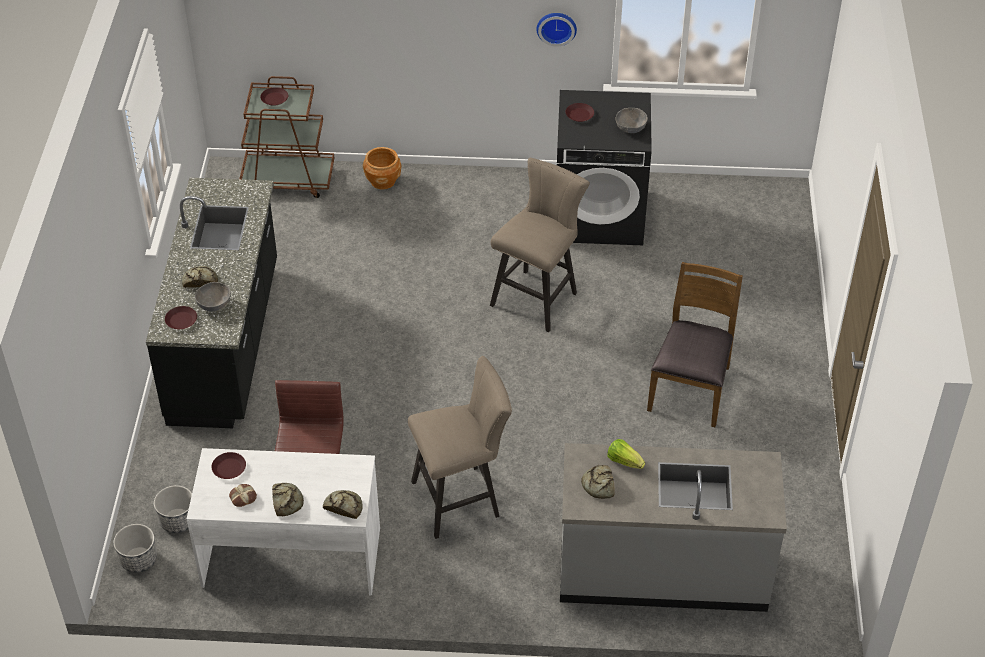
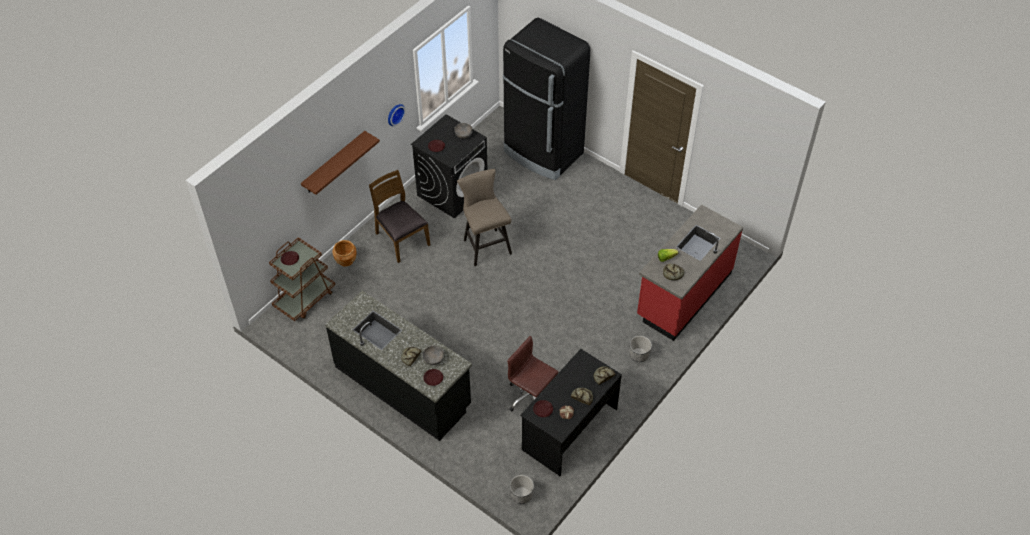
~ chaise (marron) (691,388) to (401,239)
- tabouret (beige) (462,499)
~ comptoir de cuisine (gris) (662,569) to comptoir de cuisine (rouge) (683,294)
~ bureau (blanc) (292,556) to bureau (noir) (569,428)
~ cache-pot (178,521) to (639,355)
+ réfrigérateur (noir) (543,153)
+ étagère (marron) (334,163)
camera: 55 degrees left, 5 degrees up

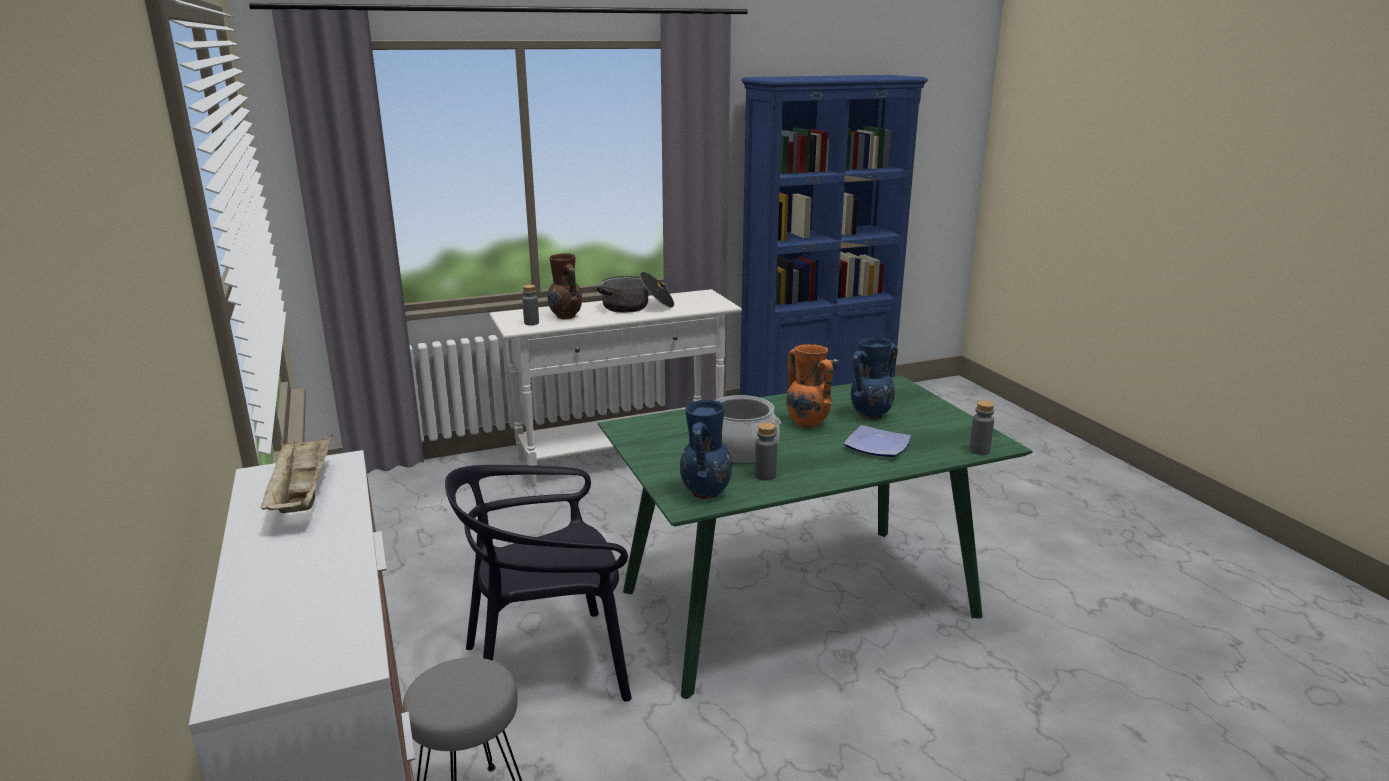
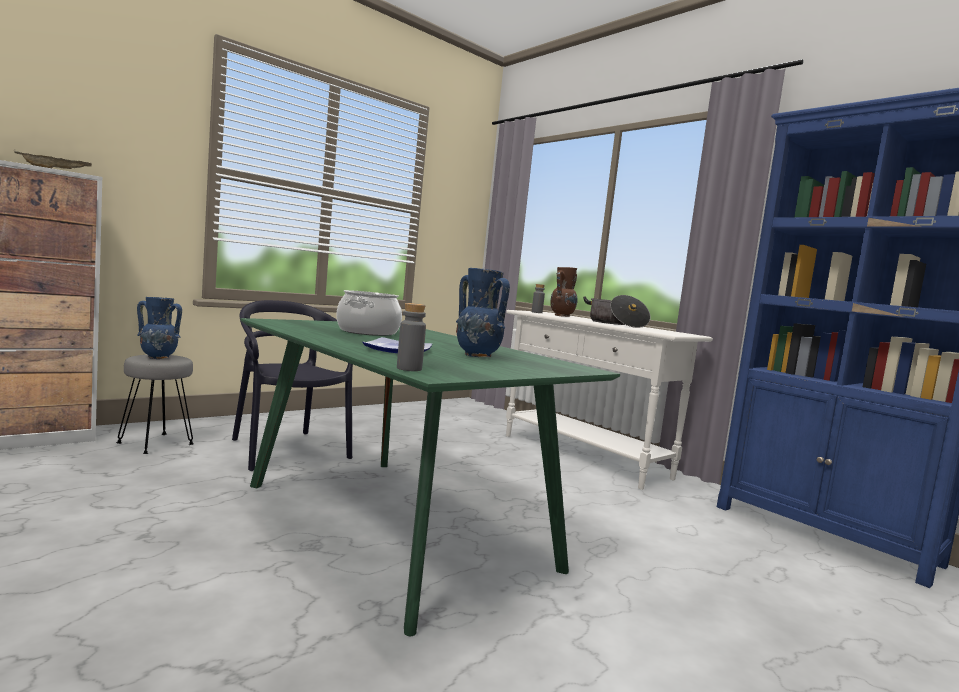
- vase (orange) (807,423)
~ vase (bleu) (705,493) to (158,358)
- bouteille (gris) (765,475)
camera: 70 degrees right, 15 degrees down

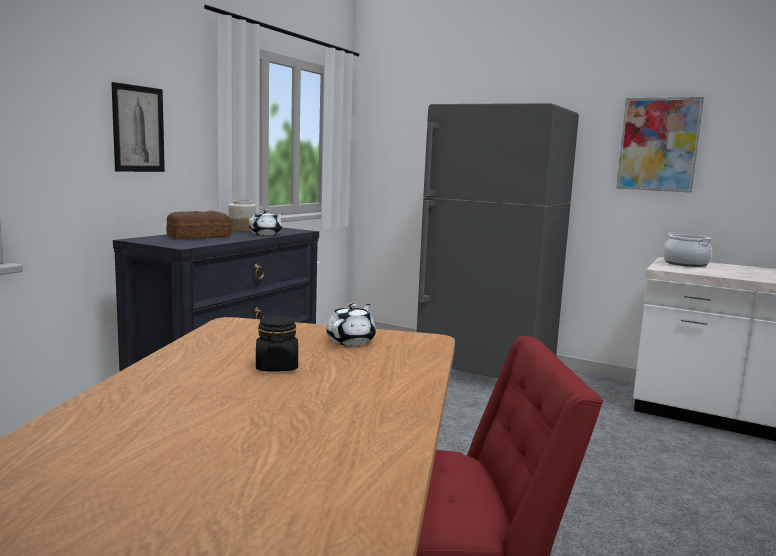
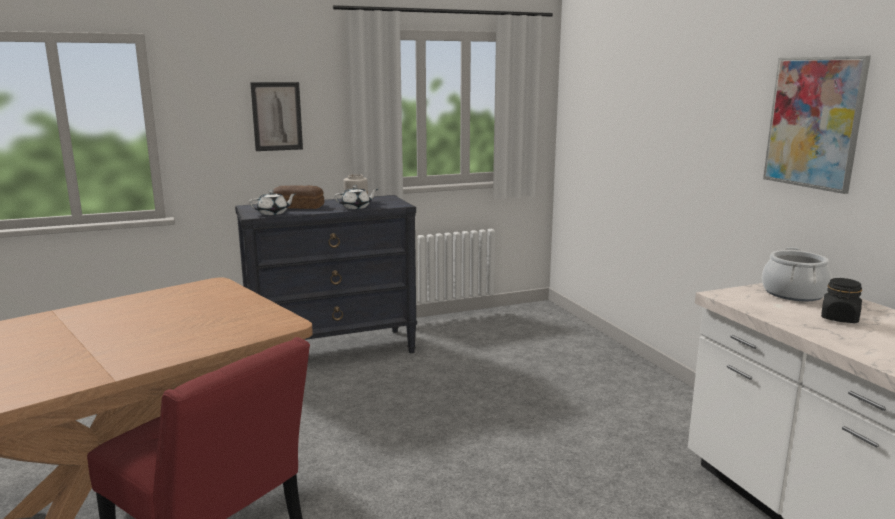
- réfrigérateur (gris) (486,370)
~ théière (blanc) (351,341) to (273,213)
~ bocal (noir) (277,367) to (839,318)
camera: 40 degrees right, 5 degrees up

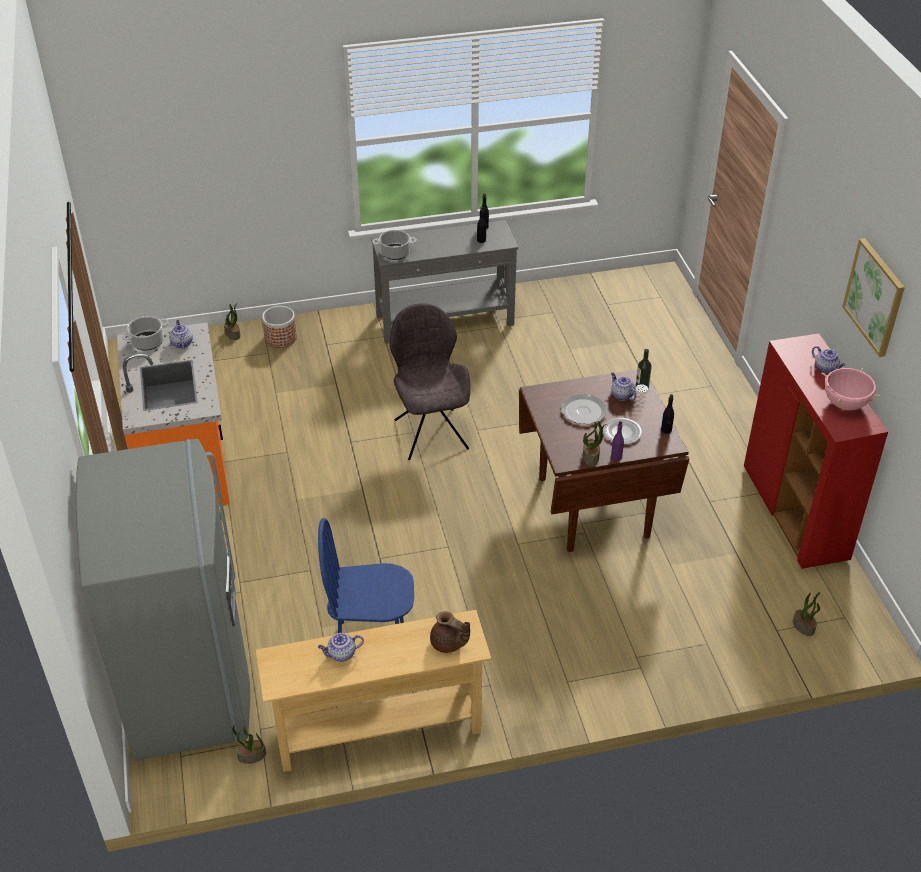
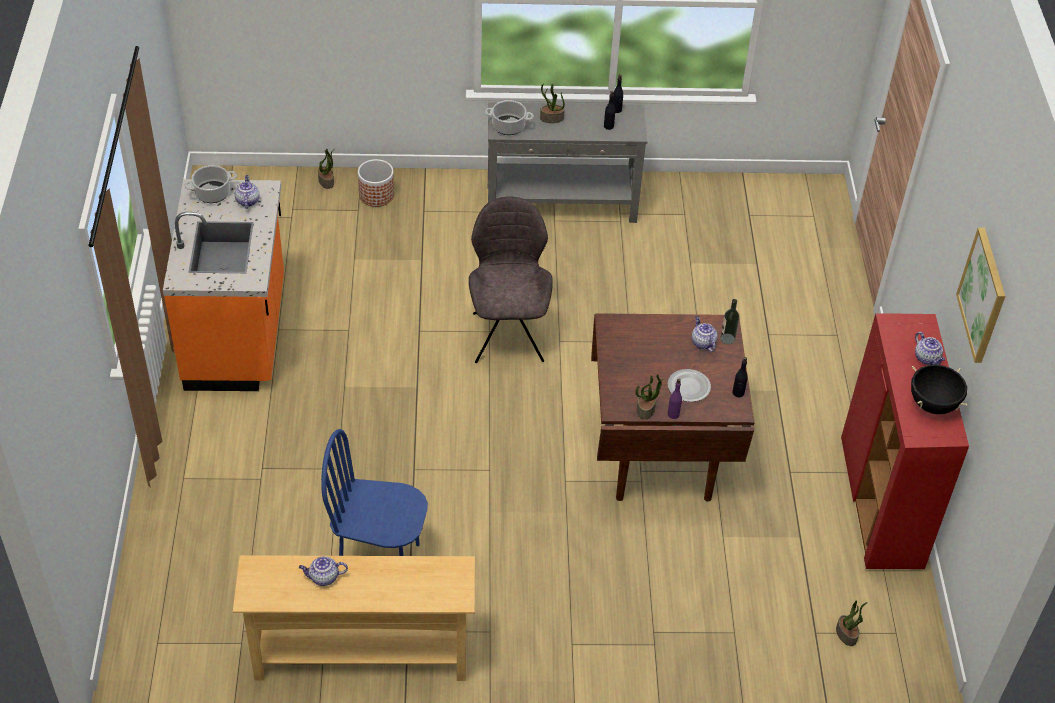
~ marmite (rose) (845,404) to marmite (noir) (932,404)
- assiette (583,411)
- réfrigérateur (gris) (189,685)
- théière (marron) (448,644)
~ plante en pot (251,756) to (551,118)
camera: 10 degrees right, 5 degrees up

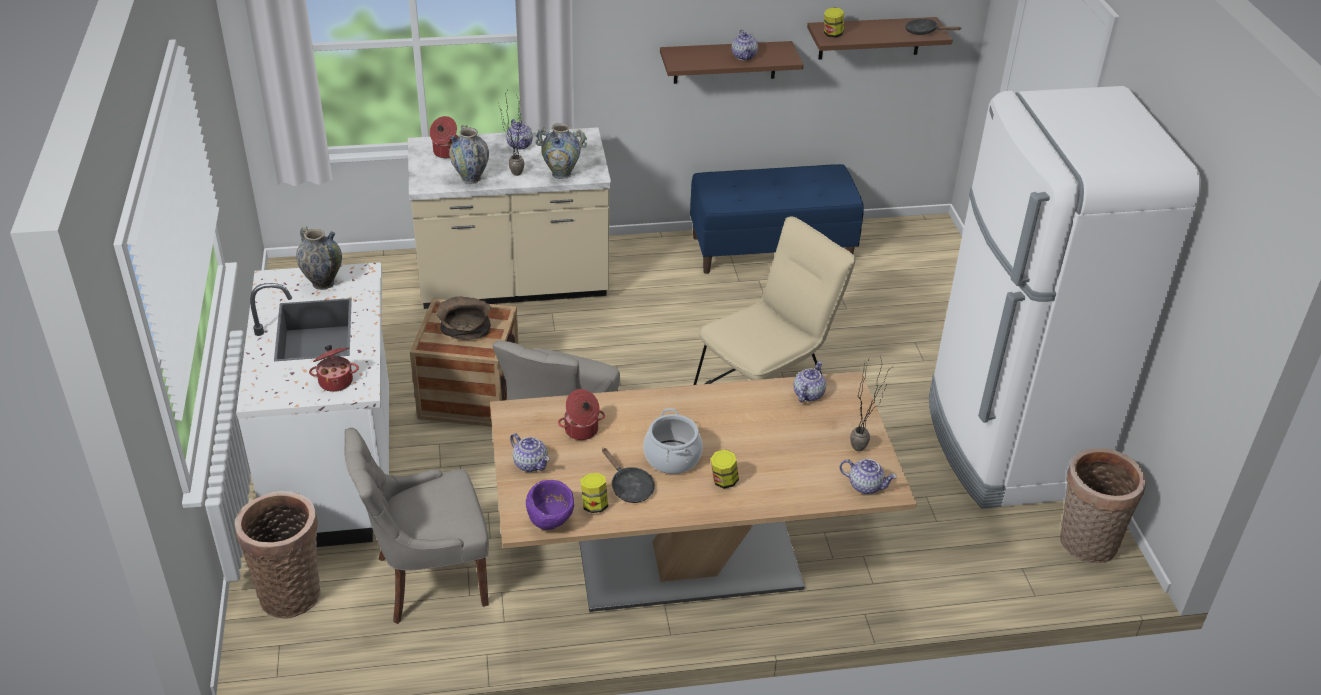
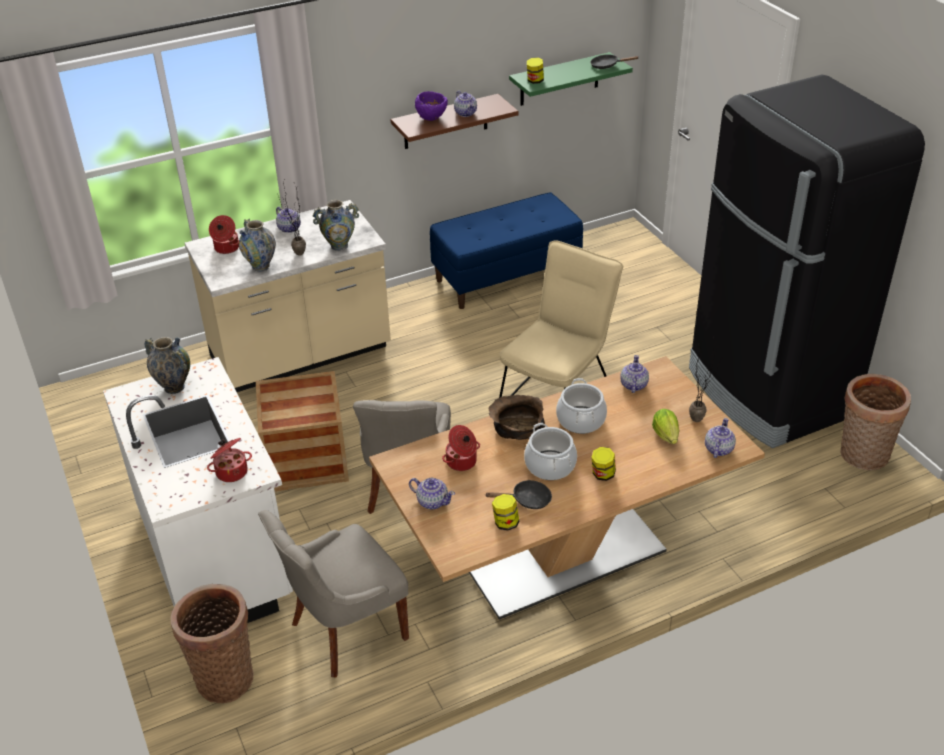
~ étagère (marron) (870,38) to étagère (vert) (559,79)
~ réfrigérateur (blanc) (1008,446) to réfrigérateur (noir) (768,393)
~ bol (marron) (463,329) to (516,428)
~ poêle (noir) (629,487) = (527,500) 45 degrees counterclockwise
~ théière (865,485) = (718,449) 75 degrees counterclockwise
~ bol (violet) (551,520) to (432,118)
+ marmite (581,420)
+ laitue (666,437)
camera: 15 degrees left, 0 degrees up

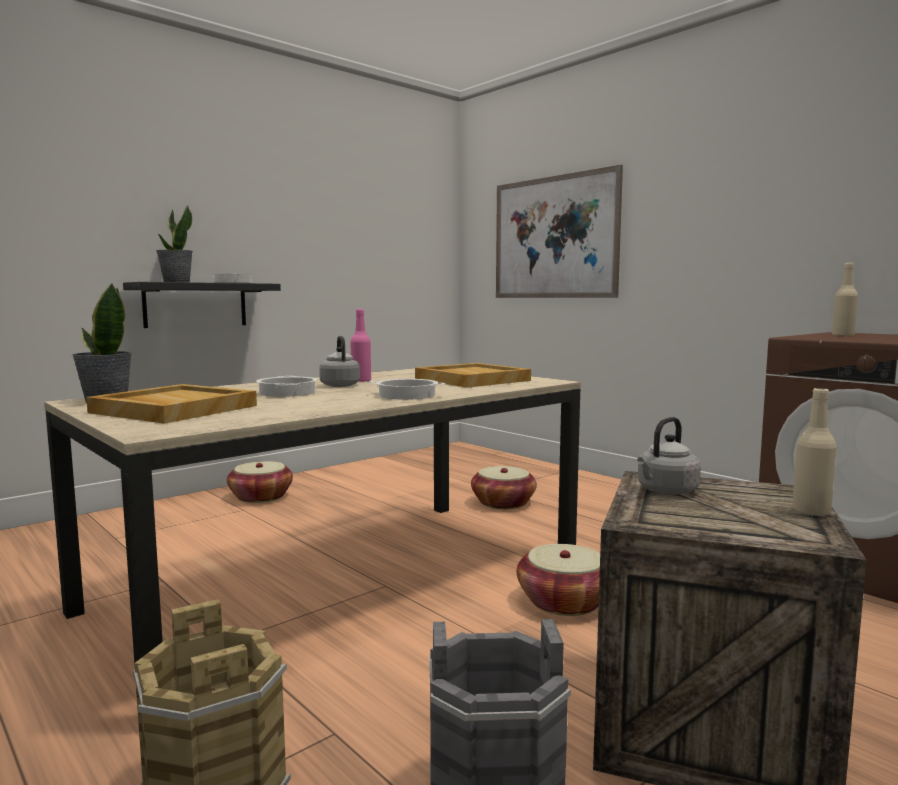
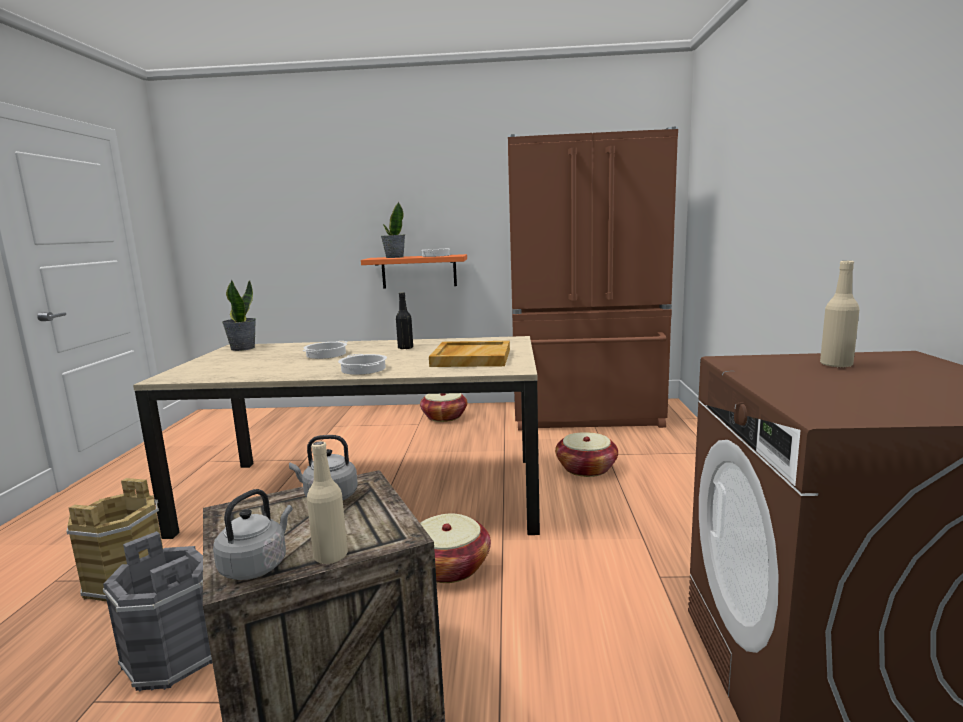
- tableau (554,237)
~ étagère (noir) (195,305) to étagère (orange) (419,271)
~ bouteille (rose) (361,381) to bouteille (noir) (405,348)
~ bouilloire (gris) (339,385) to (256,565)
- plateau (beige) (173,409)
+ réfrigérateur (marron) (586,416)
camera: 45 degrees right, 5 degrees up

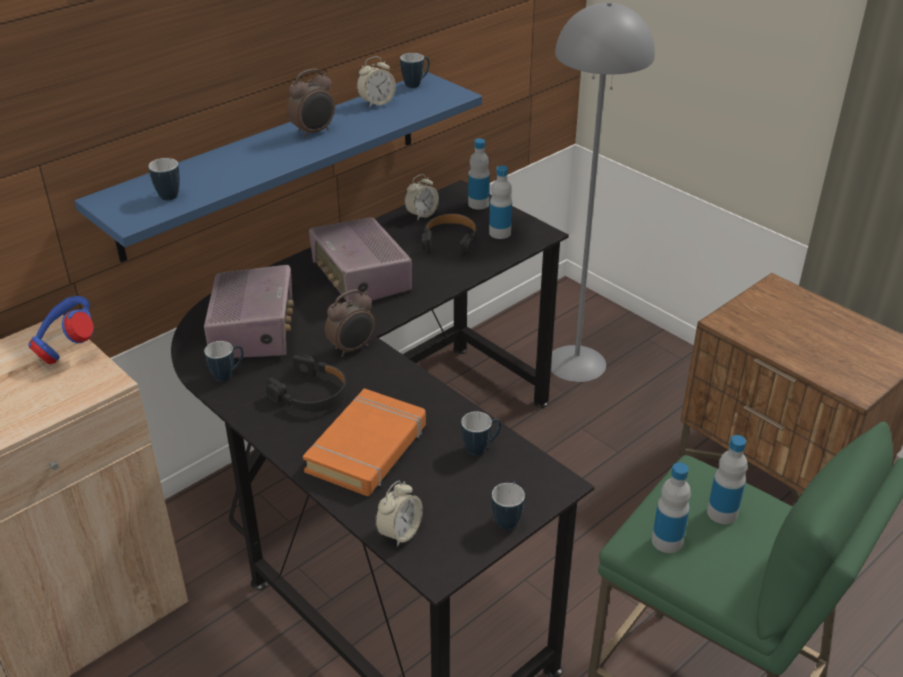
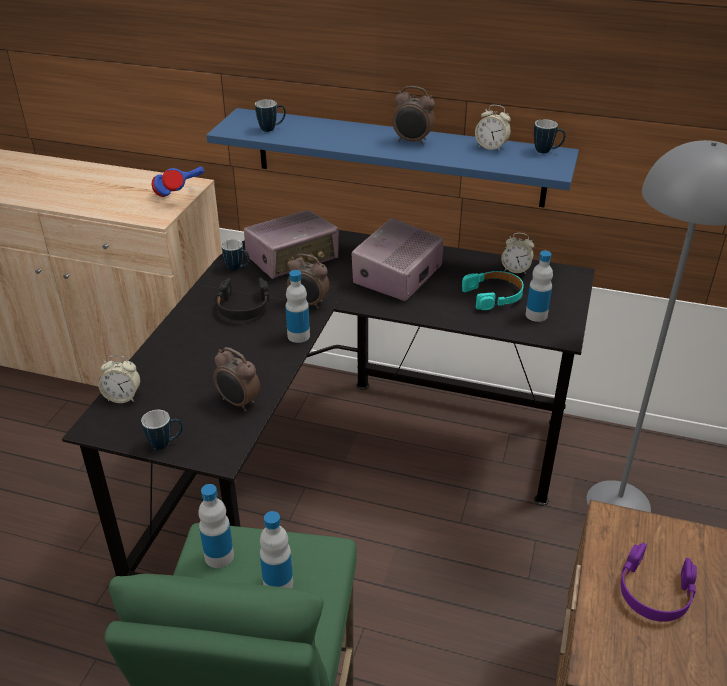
~ bouteille (478,204) to (298,336)
~ casque audio (noir) (450,241) to casque audio (turquoise) (494,295)
- livre (orange) (367,449)
~ mug (481,448) to réveil (238,403)
+ casque audio (violet) (654,592)
camera: 60 degrees right, 0 degrees up

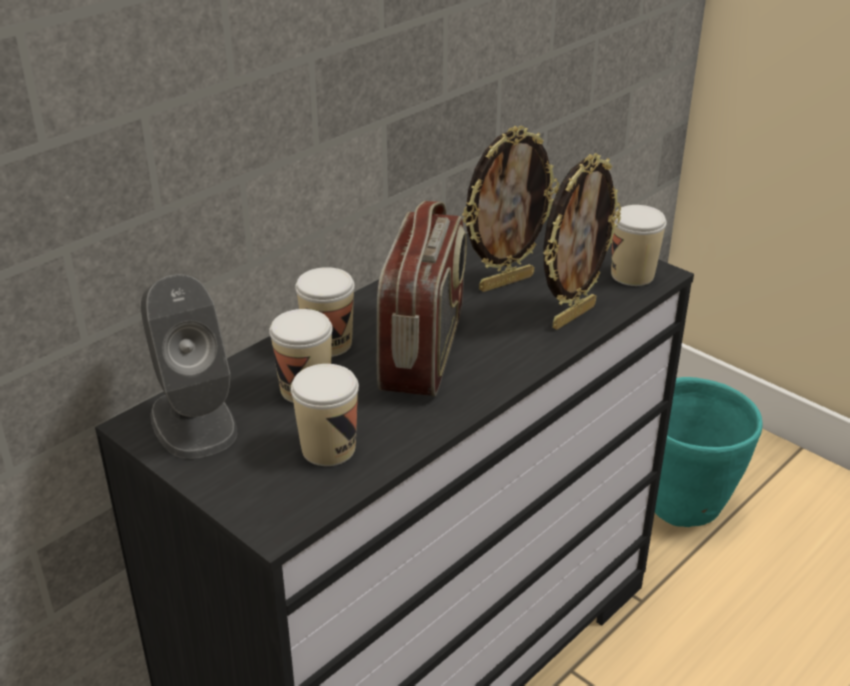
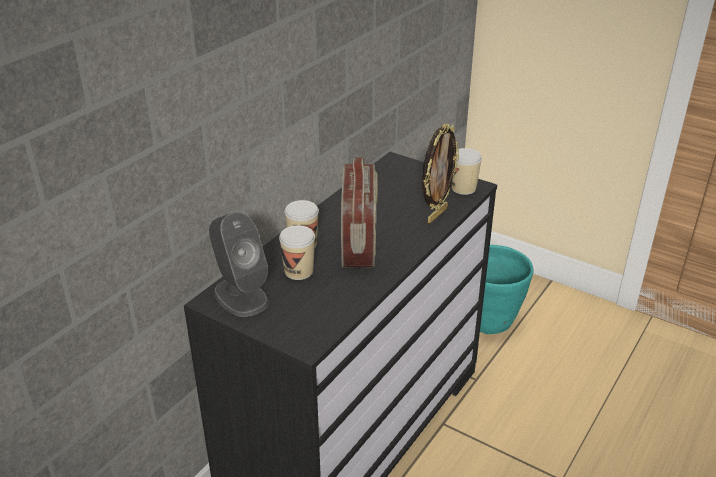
- cadre photo (505,282)
- tasse (328,449)
camera: 10 degrees left, 0 degrees up

